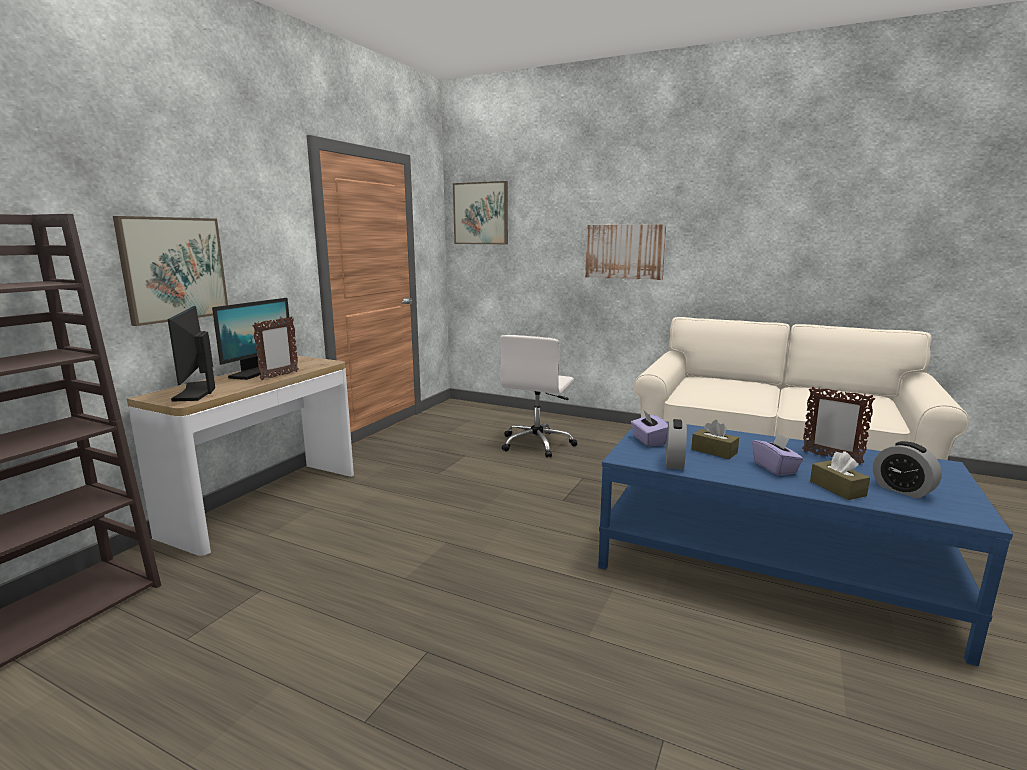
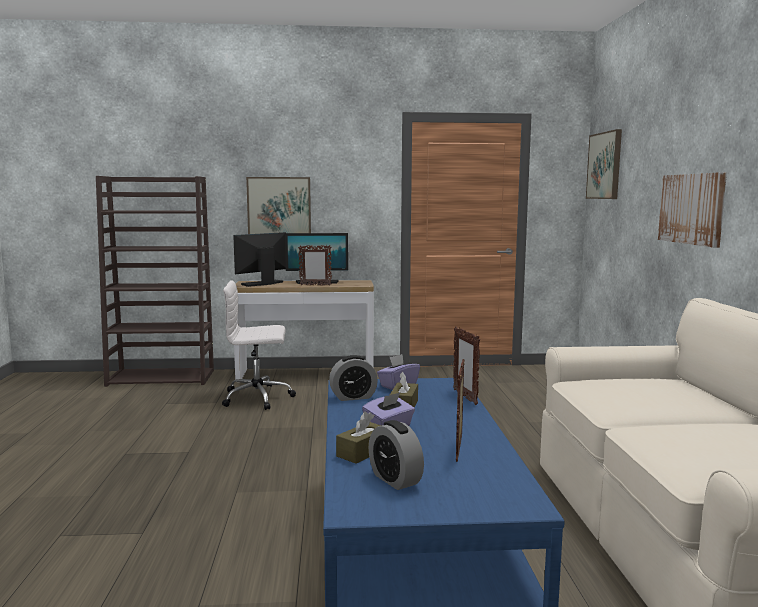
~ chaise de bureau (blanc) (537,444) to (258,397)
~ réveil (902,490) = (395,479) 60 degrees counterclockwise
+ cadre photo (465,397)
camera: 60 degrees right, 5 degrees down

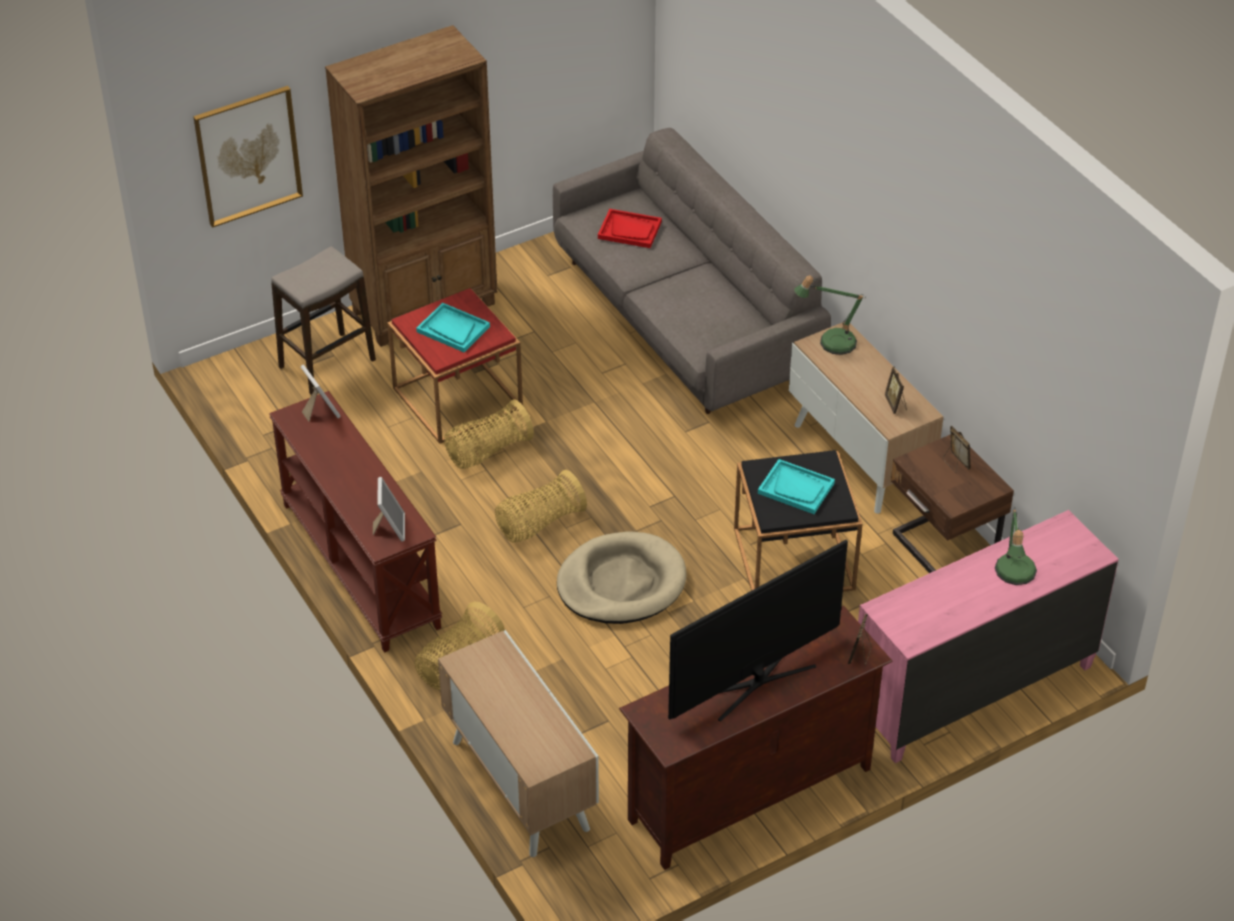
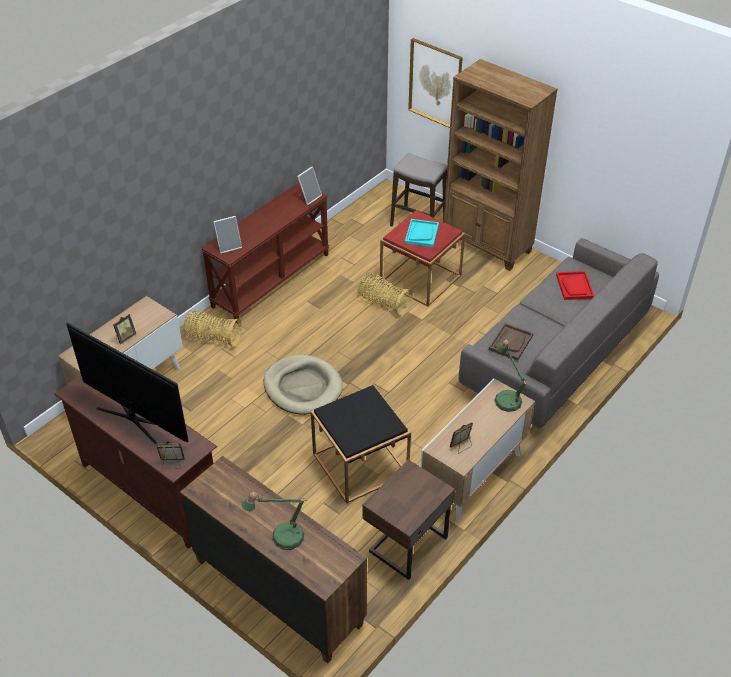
~ cadre photo (955,463) to (125,337)
- plateau (turquoise) (796,488)
- panier (539,524)
~ commode (rose) (971,690) to commode (marron) (278,591)
+ plateau (marron) (510,342)
camera: 70 degrees right, 0 degrees up

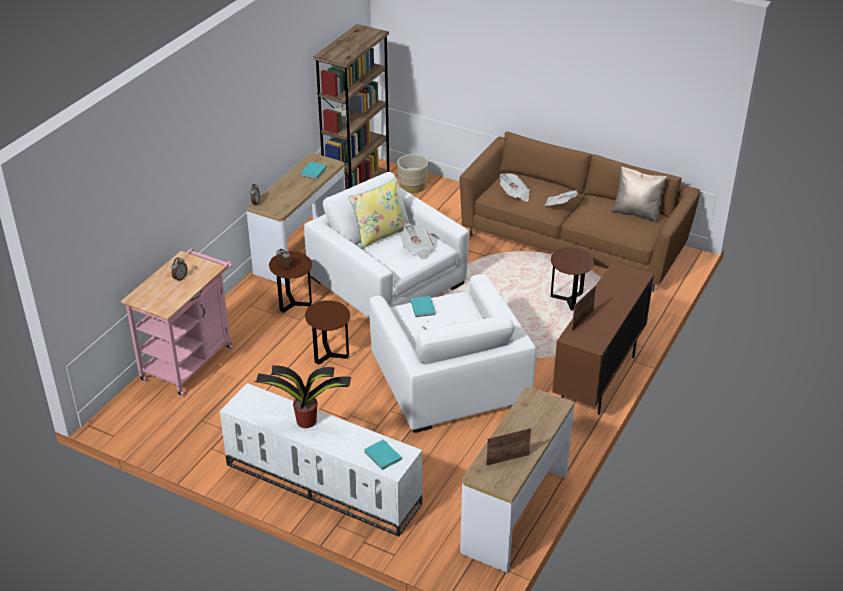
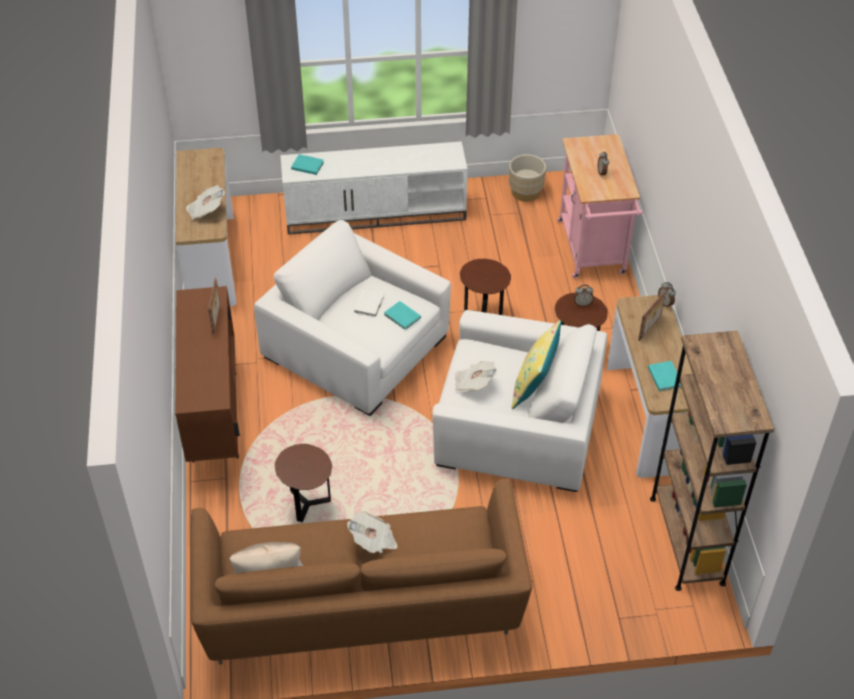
~ cache-pot (beige) (412,186) to (525,192)
~ journal (515,195) to (206,210)
- plante en pot (305,421)
~ cadre photo (507,459) to (650,328)
camera: 145 degrees right, 10 degrees up

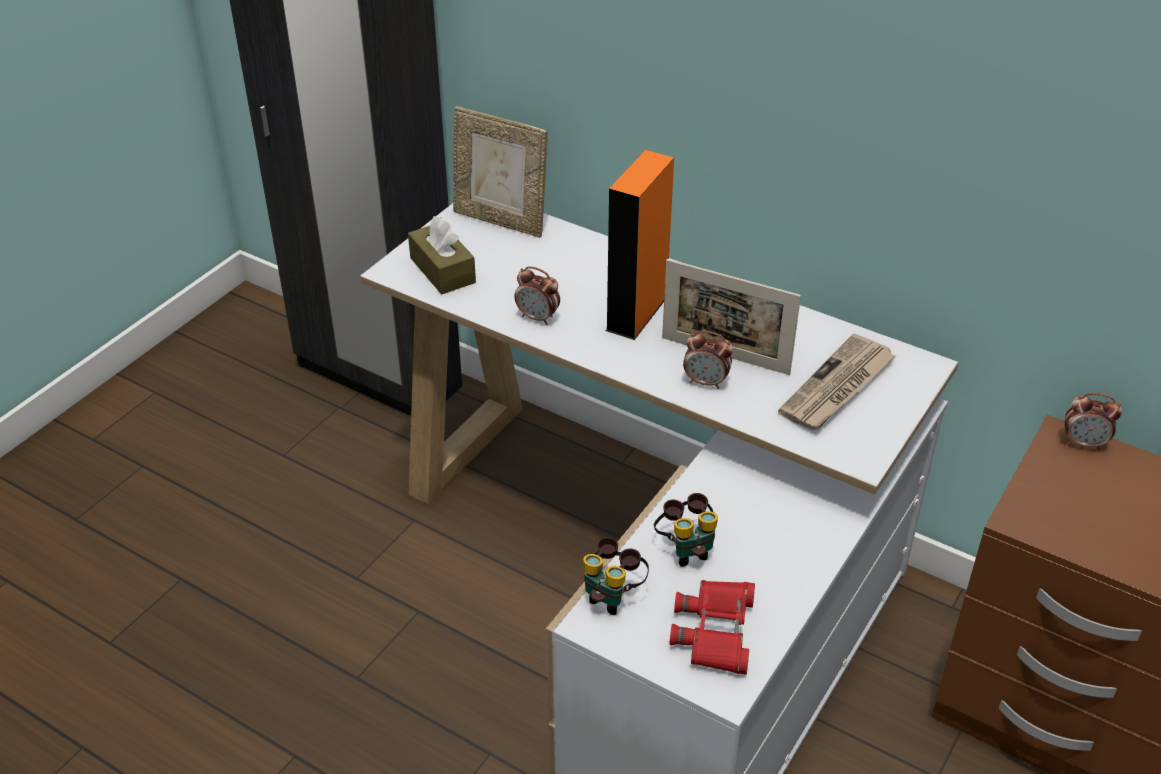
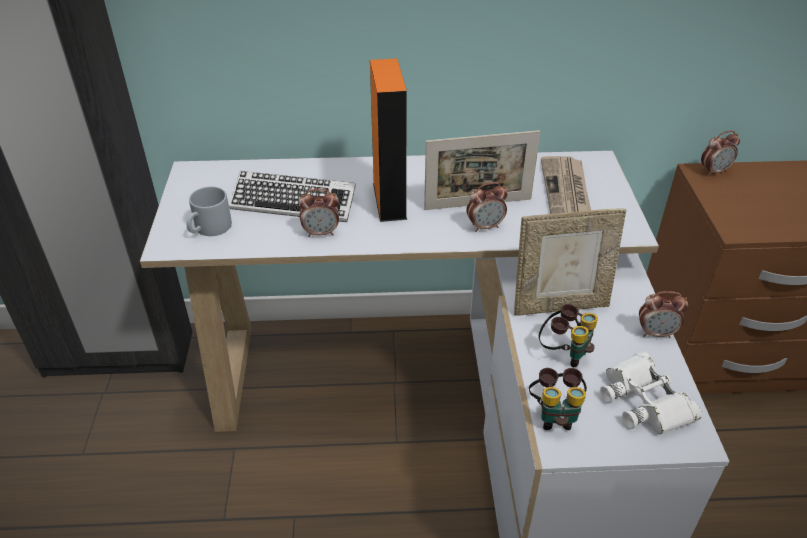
~ cadre photo (501,221) to (560,305)
~ boîte à mouchoirs (marron) (442,270) to mug (gris) (209,229)
~ jumelles (rouge) (715,631) to jumelles (blanc) (644,401)
+ clavier (293,203)
+ réveil (656,333)
camera: 35 degrees left, 0 degrees up

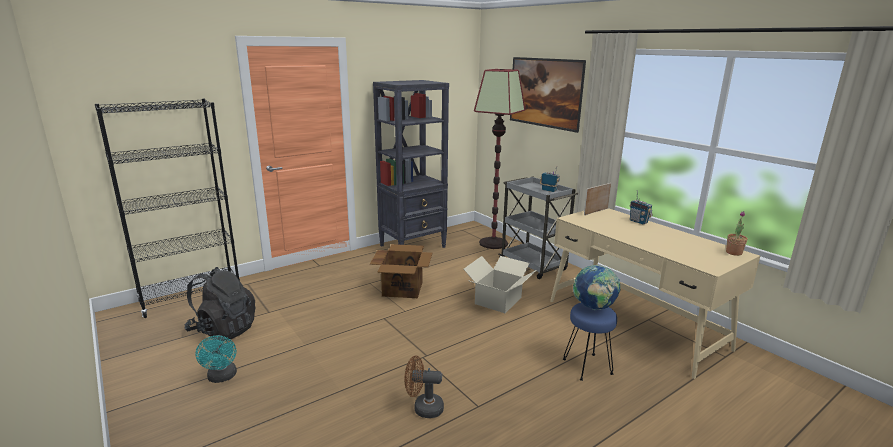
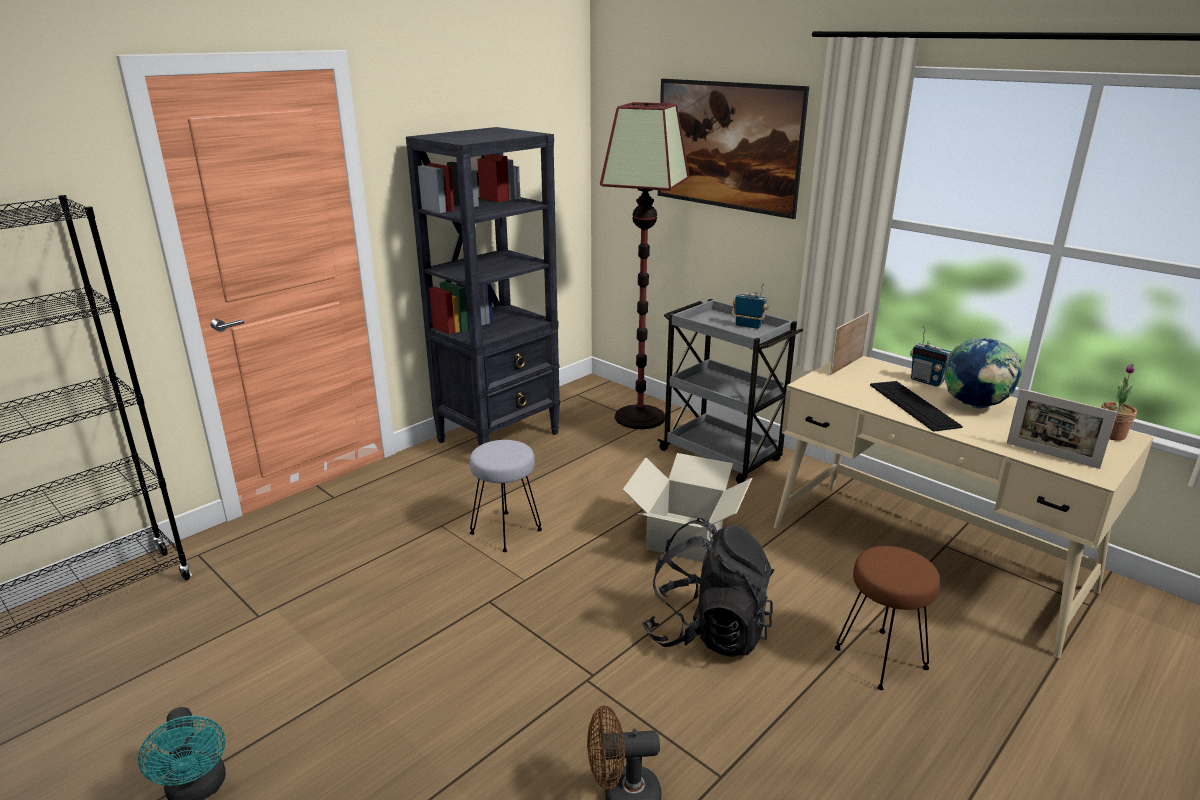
~ carton (403,288) to tabouret (gris) (506,531)
~ globe (594,308) to (975,406)
~ sac à dos (noir) (223,330) to (707,632)
~ tabouret (bleu) (586,367) to tabouret (marron) (879,659)
+ clavier (913,405)
+ cadre photo (1052,455)
camera: 10 degrees left, 5 degrees up

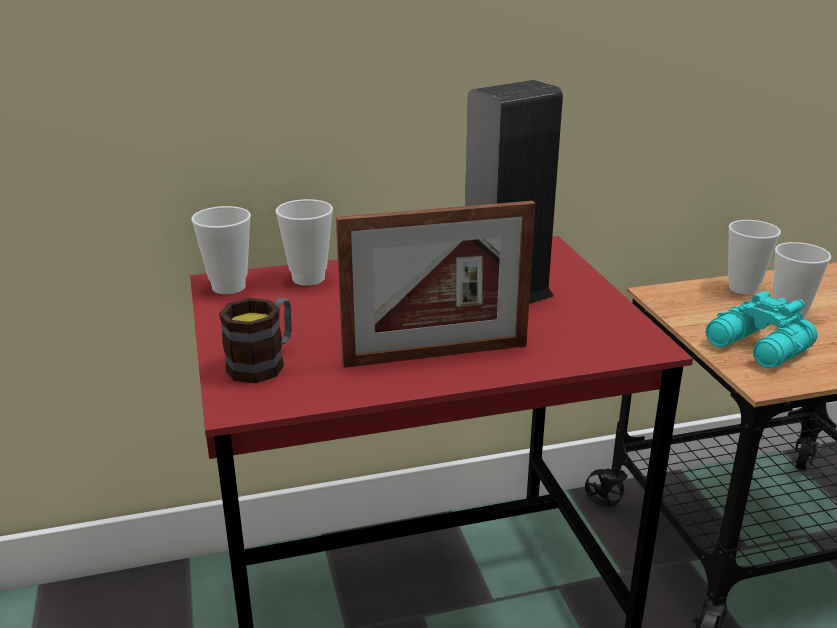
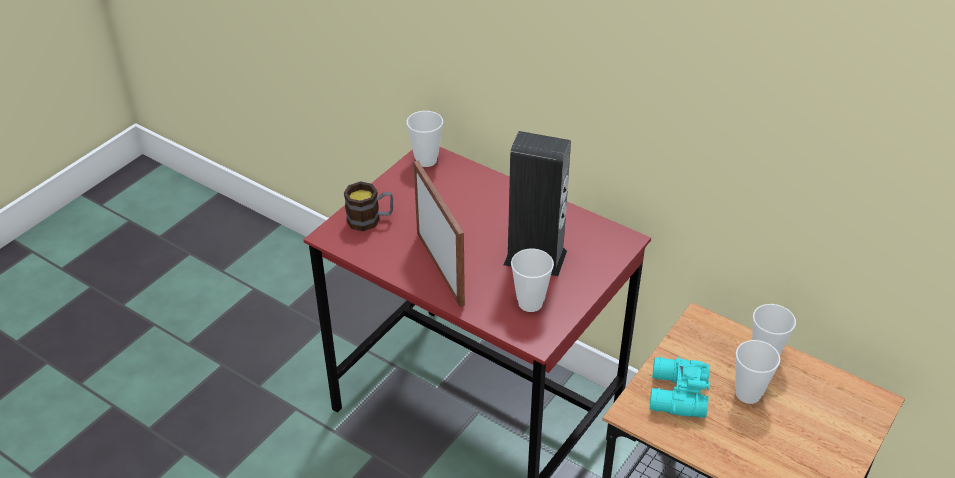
~ tasse (308,278) to (530,303)
~ cadre photo (436,354) = (440,268) 150 degrees counterclockwise
camera: 50 degrees right, 15 degrees up

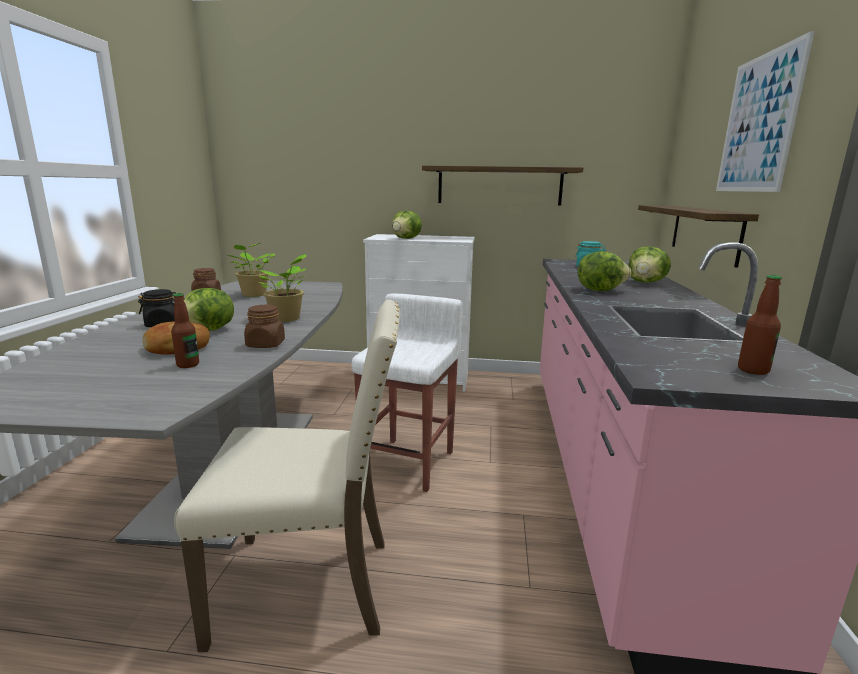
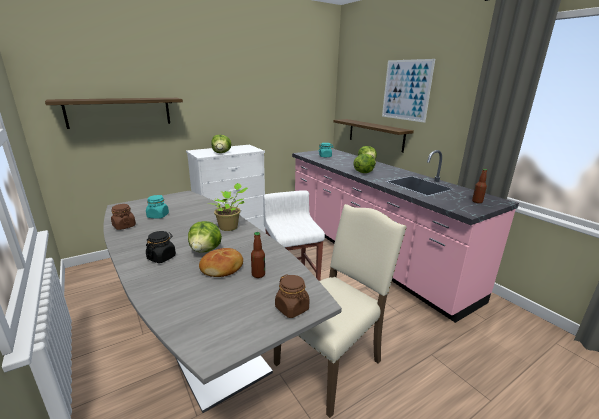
~ étagère (499,186) to (119,112)
~ plante en pot (253,295) to bocal (turquoise) (158,216)
~ bocal (marron) (265,345) to (292,308)
camera: 40 degrees left, 5 degrees up

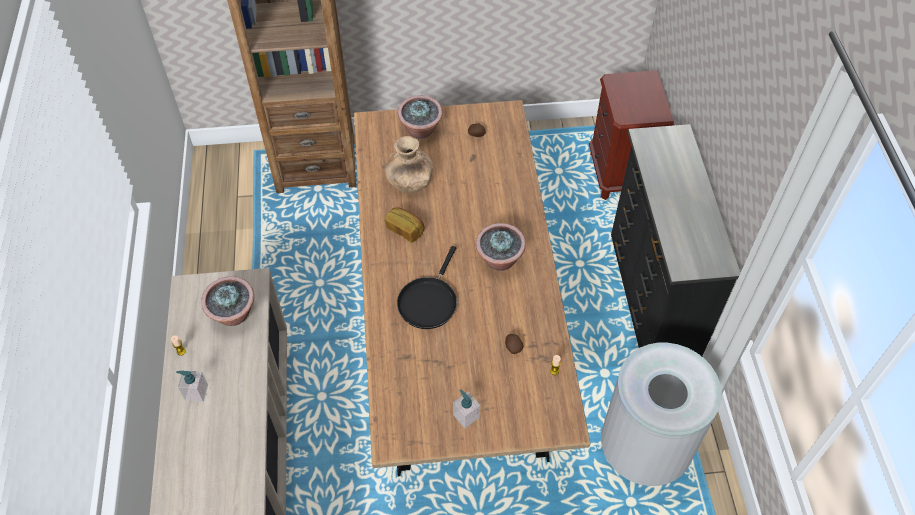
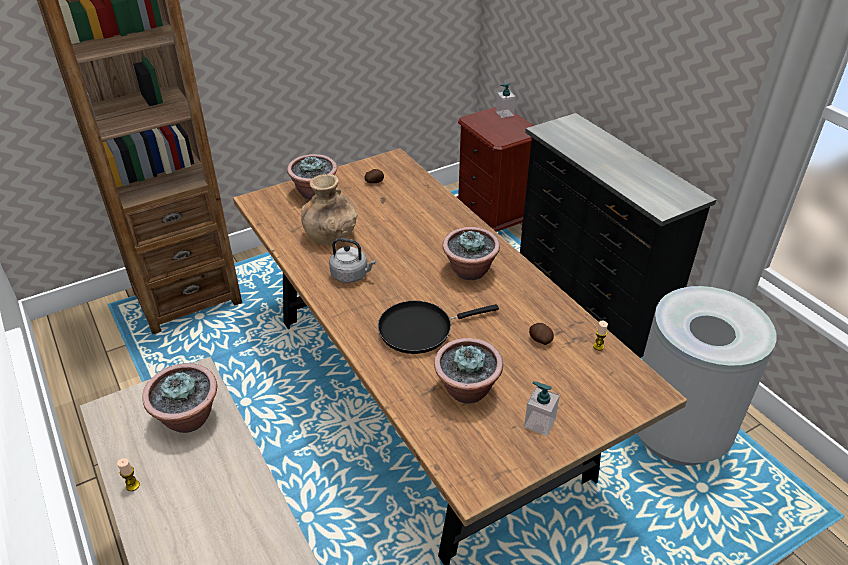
~ pain (405,229) to bouilloire (gris) (351,275)
~ poêle (noir) (429,301) = (420,329) 75 degrees clockwise
~ distributeur de savon (196,392) to (504,113)
+ plante en pot (467,391)
camera: 25 degrees left, 15 degrees down

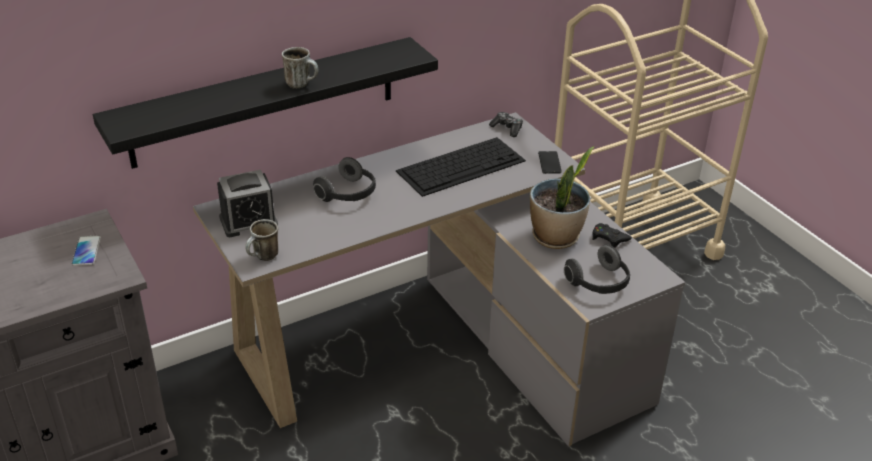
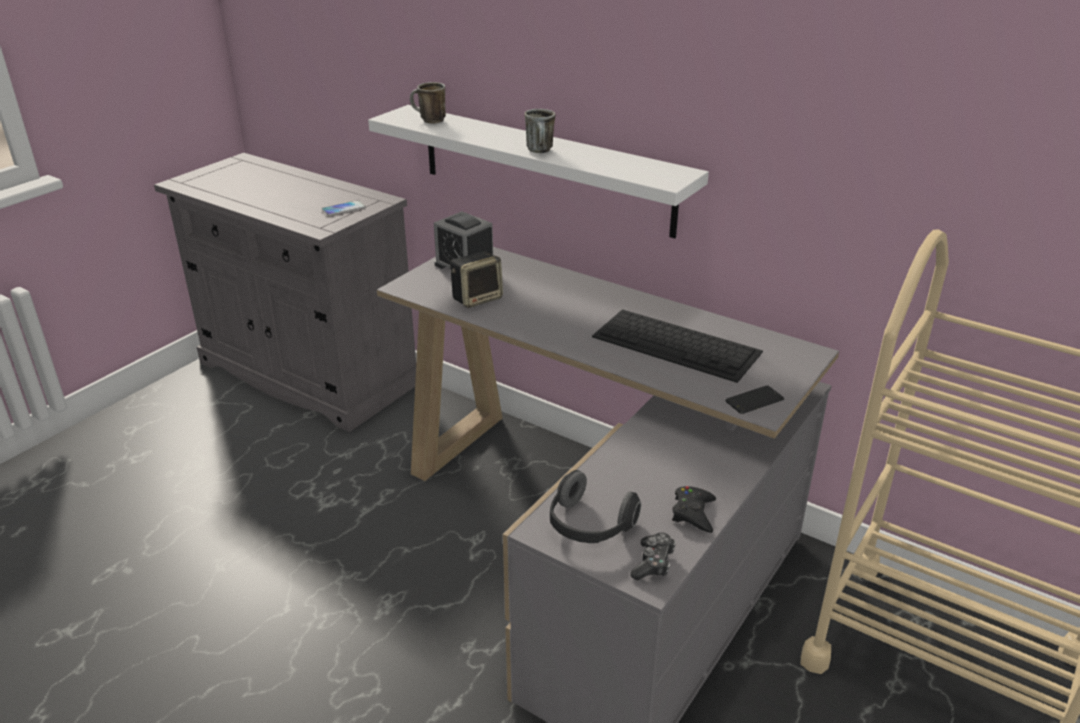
~ étagère (noir) (264,102) to étagère (blanc) (544,169)
~ manette (507,128) to (653,563)
- plante en pot (556,237)
- casque audio (348,194)
~ mug (264,257) to (428,121)
+ enceinte (477,298)
camera: 65 degrees right, 5 degrees down

